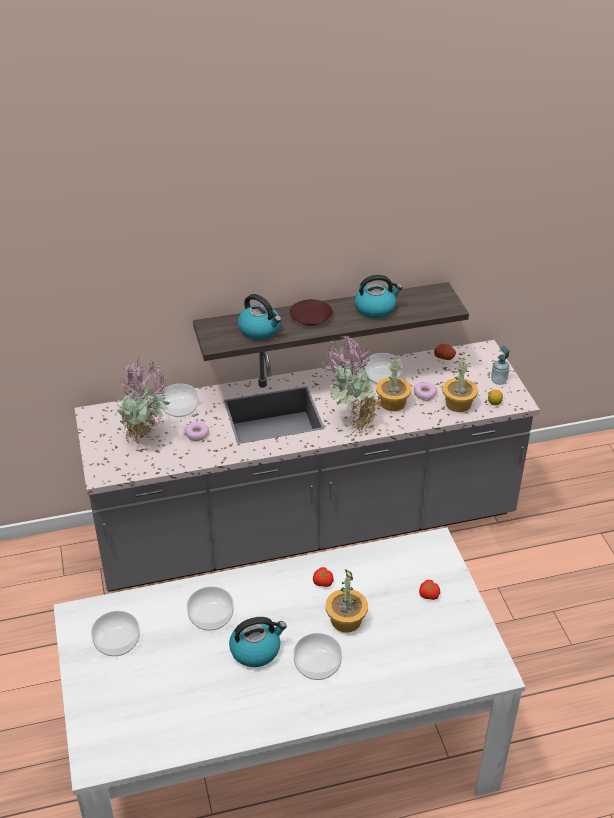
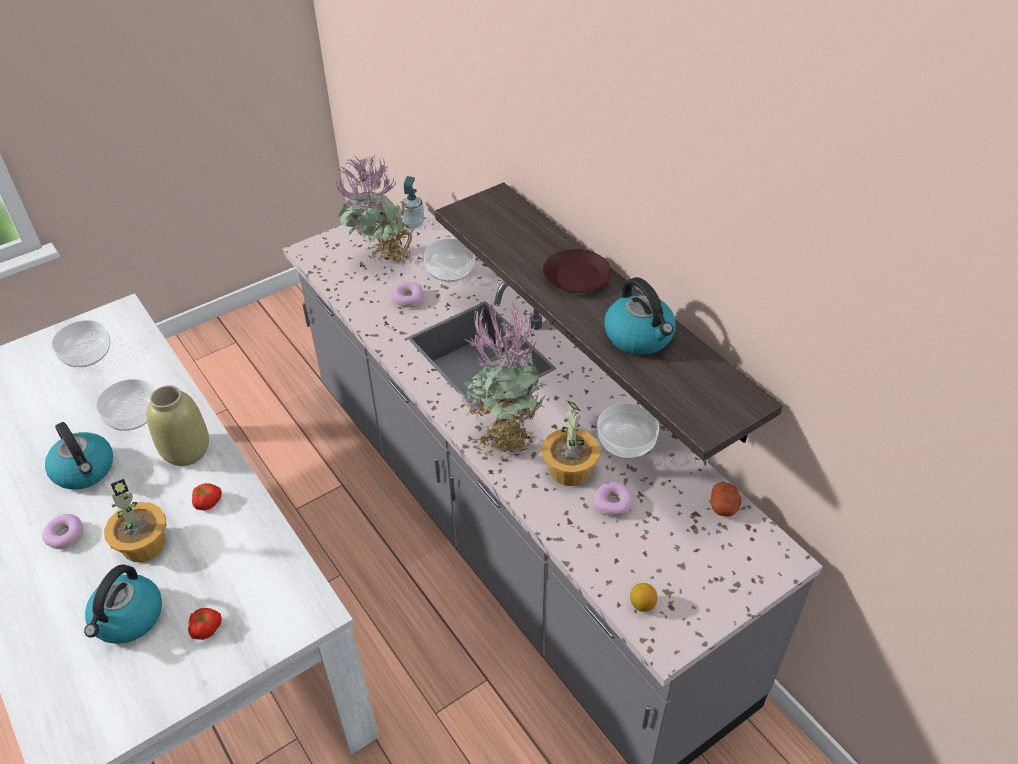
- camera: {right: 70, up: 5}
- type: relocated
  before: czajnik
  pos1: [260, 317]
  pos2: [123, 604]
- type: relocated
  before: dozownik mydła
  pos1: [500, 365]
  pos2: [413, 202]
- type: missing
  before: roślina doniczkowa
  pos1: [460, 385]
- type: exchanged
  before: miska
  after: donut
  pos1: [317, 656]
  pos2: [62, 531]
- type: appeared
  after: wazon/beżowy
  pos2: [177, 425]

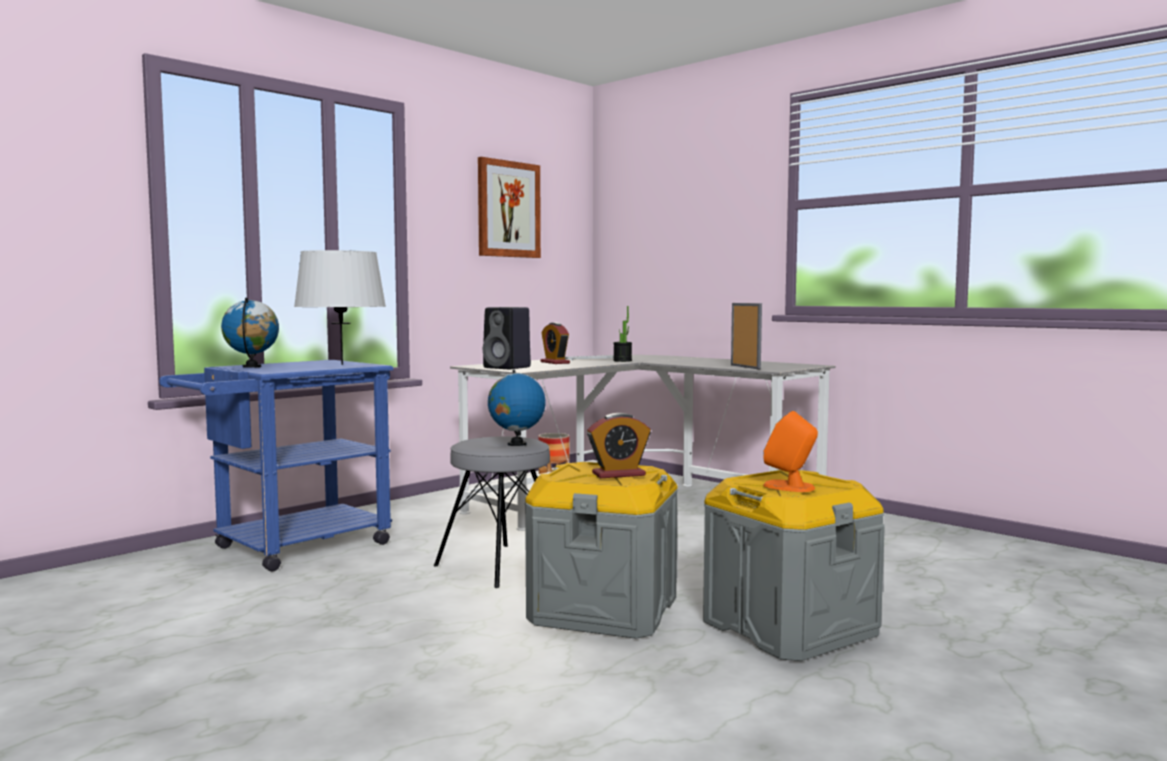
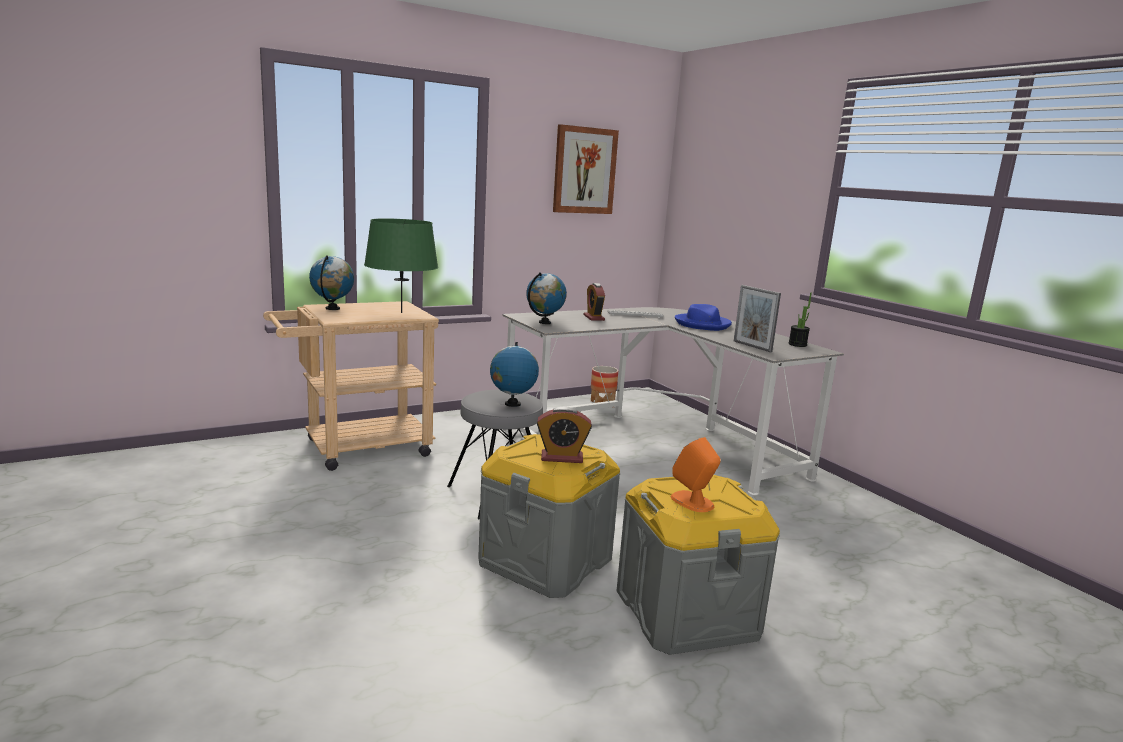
- camera: {right: 15, up: 10}
- type: colour
  before: lampa stołowa/szary
  after: lampa stołowa/zielony
  pos1: [340, 307]
  pos2: [401, 265]
- type: spun
  before: ramka na zdjęcie
  pos1: [746, 336]
  pos2: [757, 318]
  turn: 150
- type: relocated
  before: roślina doniczkowa
  pos1: [623, 334]
  pos2: [800, 320]
- type: exchanged
  before: głośnik/czarny
  after: globus
  pos1: [507, 338]
  pos2: [547, 298]
- type: colour
  before: wózek/niebieski
  after: wózek/beżowy
  pos1: [276, 466]
  pos2: [351, 386]
- type: appeared
  after: kapelusz/niebieski
  pos2: [703, 317]

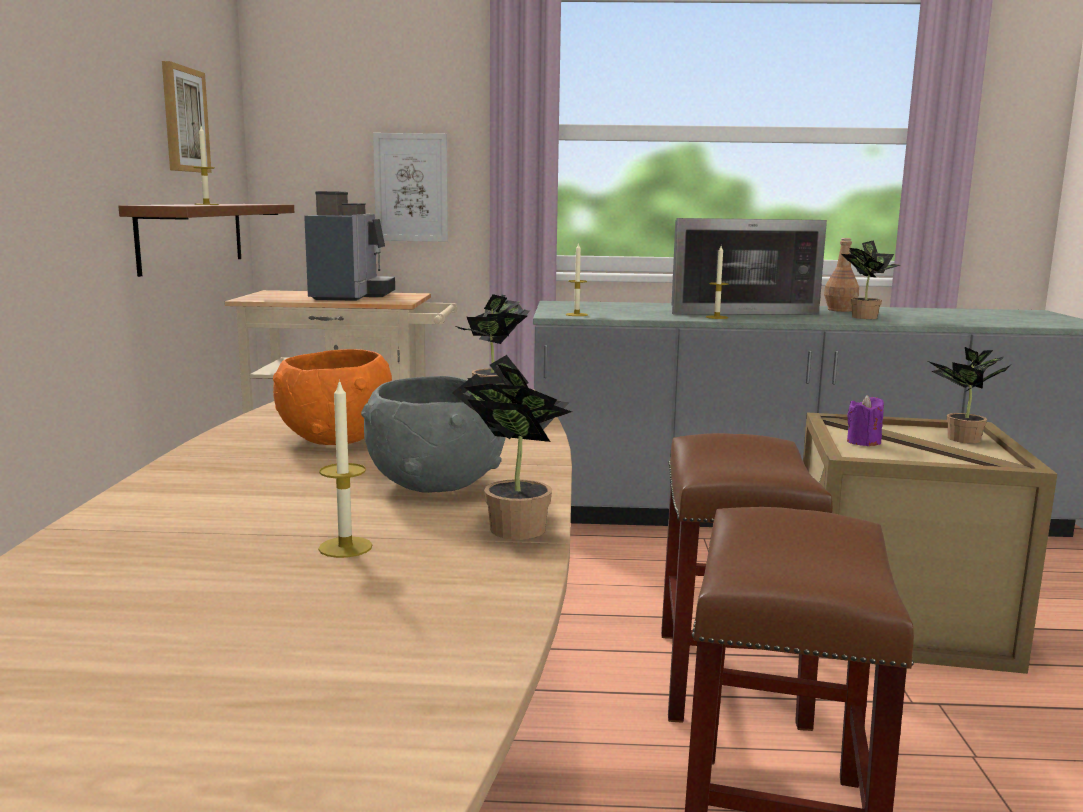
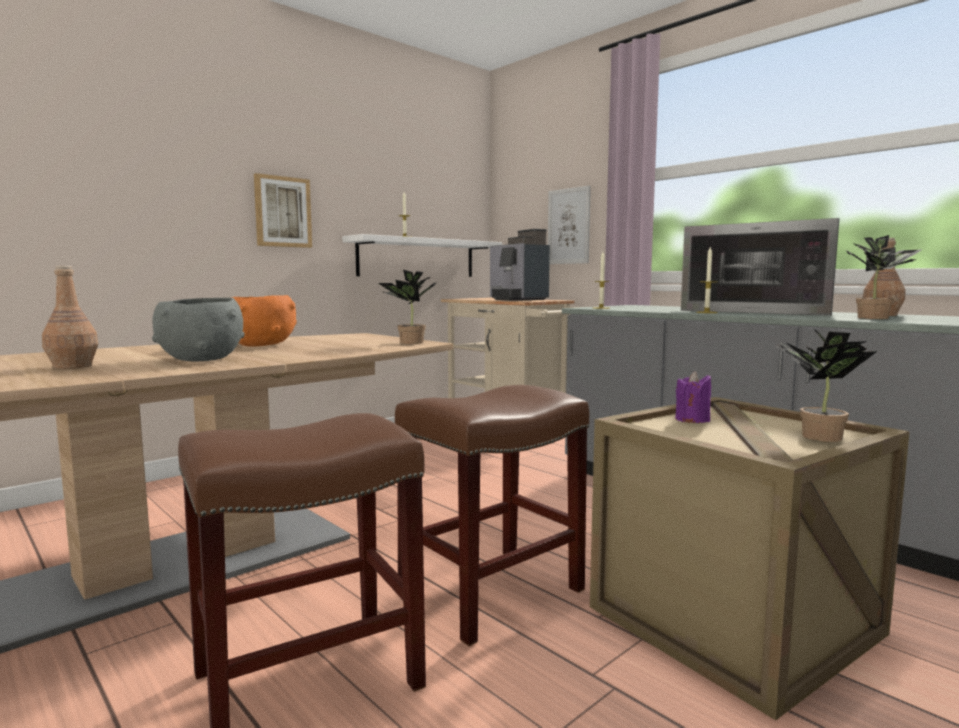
- camera: {right: 45, up: -5}
- type: relocated
  before: obraz
  pos1: [187, 117]
  pos2: [283, 210]
- type: spun
  before: ekspres do kawy
  pos1: [349, 246]
  pos2: [520, 265]
  turn: 105
- type: colour
  before: półka/brązowy
  after: półka/biały
  pos1: [206, 240]
  pos2: [422, 255]
- type: missing
  before: roślina doniczkowa
  pos1: [512, 447]
- type: exchanged
  before: świeca
  after: butelka/brązowy
  pos1: [345, 468]
  pos2: [70, 317]

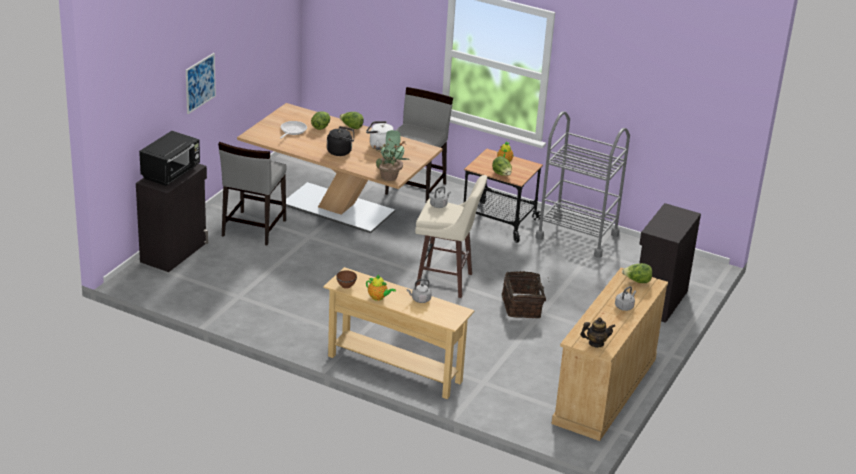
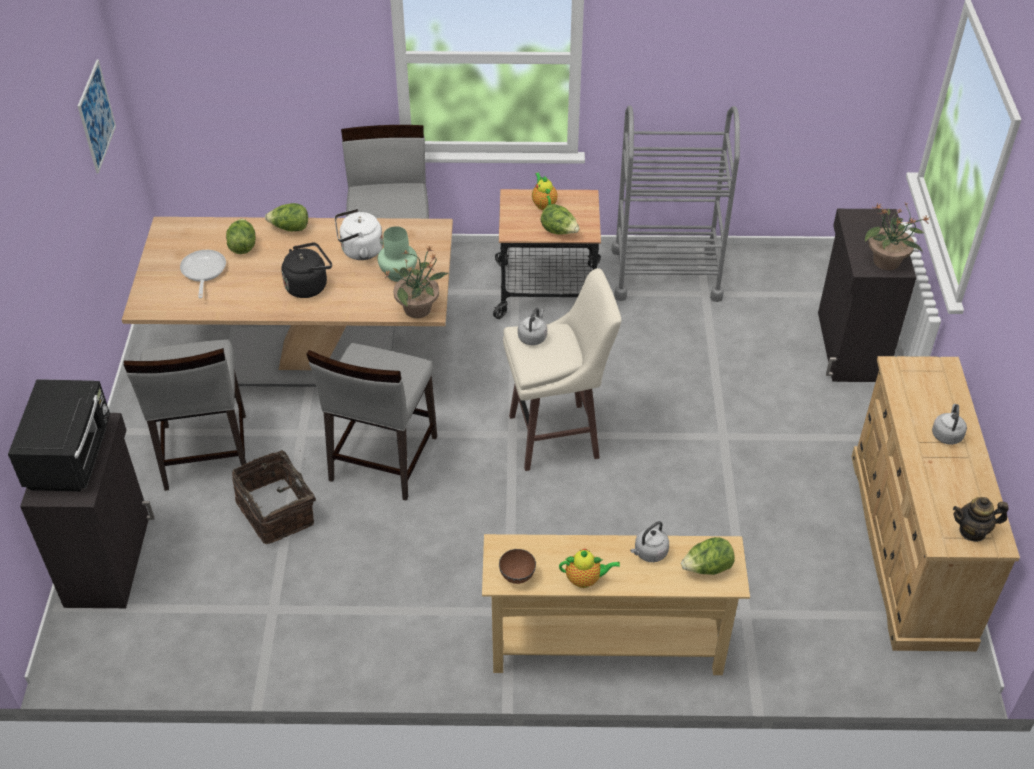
- camera: {right: -25, up: 15}
- type: relocated
  before: obraz
  pos1: [201, 83]
  pos2: [97, 116]
- type: relocated
  before: sałata
  pos1: [637, 273]
  pos2: [708, 556]
- type: relocated
  before: koszyk
  pos1: [524, 294]
  pos2: [274, 497]
- type: spun
  before: imbryk
  pos1: [597, 332]
  pos2: [981, 519]
  turn: -150
- type: appeared
  after: roślina doniczkowa
  pos2: [897, 236]
- type: appeared
  after: krzesło/szary
  pos2: [371, 422]

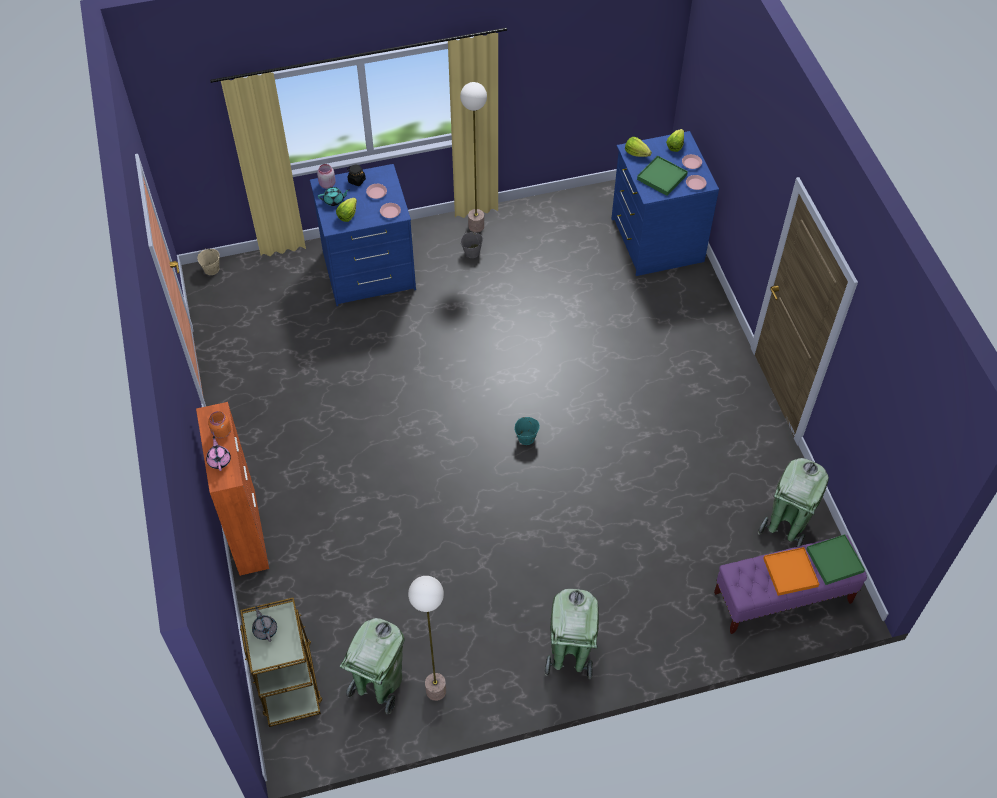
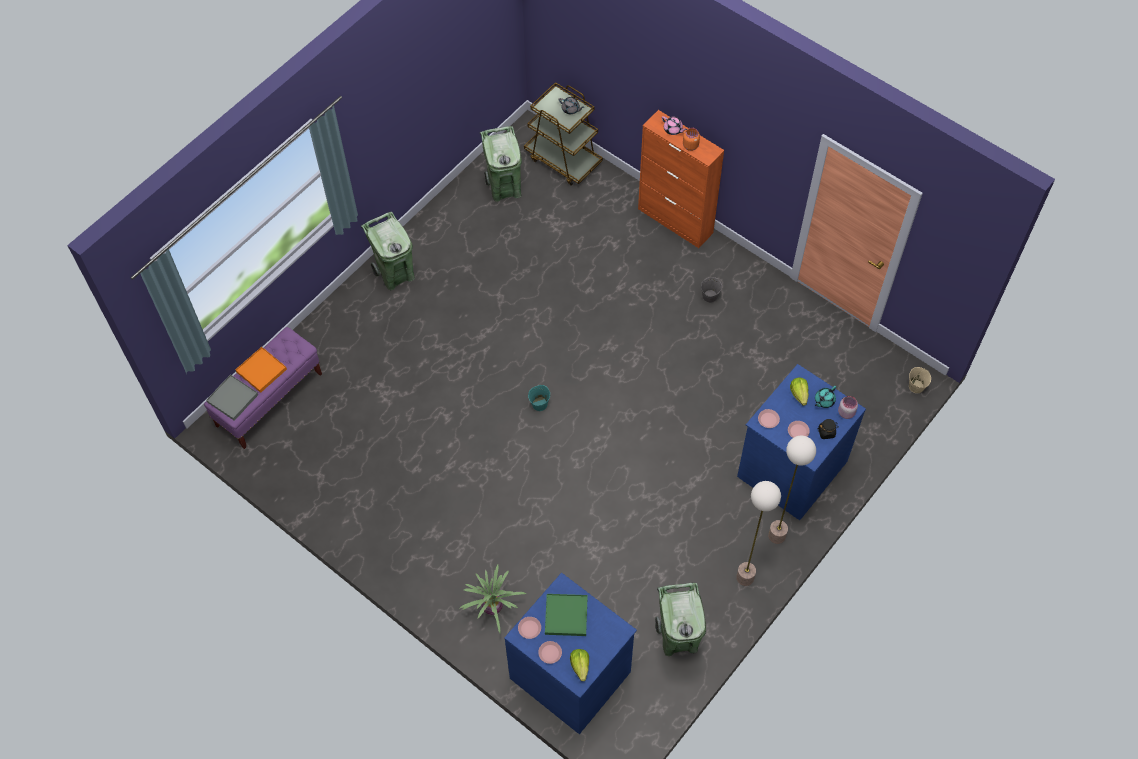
- camera: {right: 145, up: 5}
- type: missing
  before: sałata
  pos1: [638, 147]
- type: relocated
  before: wiadro/szary
  pos1: [471, 244]
  pos2: [711, 290]
- type: relocated
  before: kosz na śmieci/zielony
  pos1: [793, 502]
  pos2: [680, 619]
- type: colour
  before: taca/zielony
  after: taca/szary
  pos1: [835, 559]
  pos2: [232, 397]
- type: relocated
  before: lampa stojąca
  pos1: [427, 638]
  pos2: [792, 490]
- type: appeared
  after: roślina doniczkowa
  pos2: [492, 599]

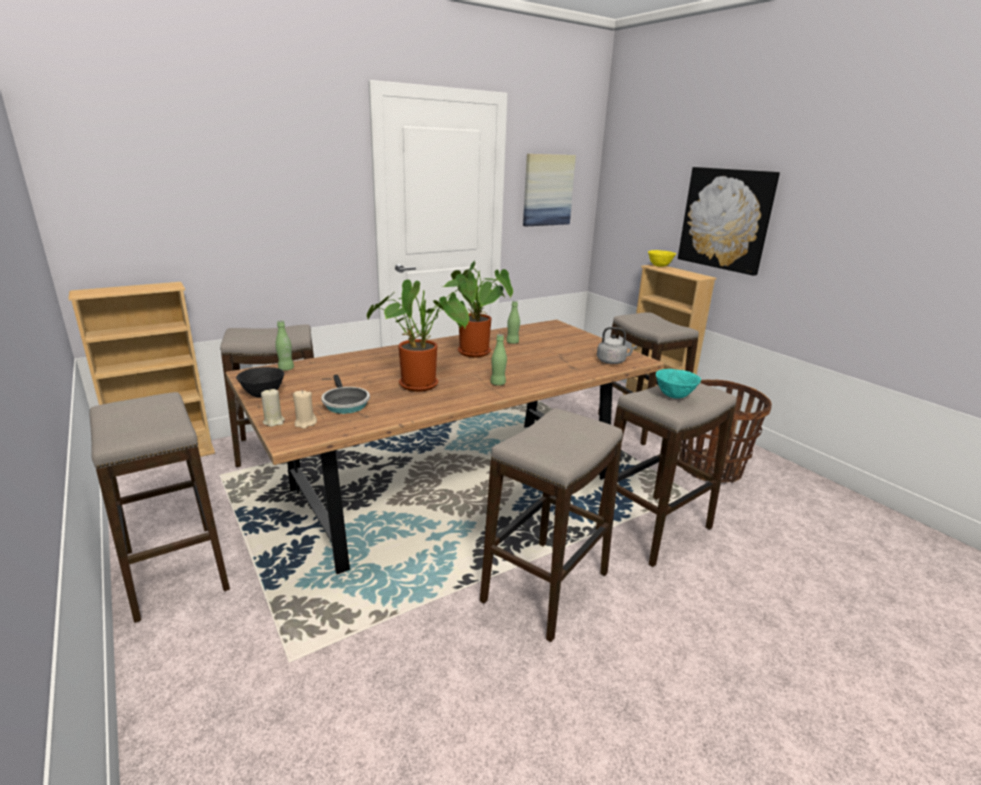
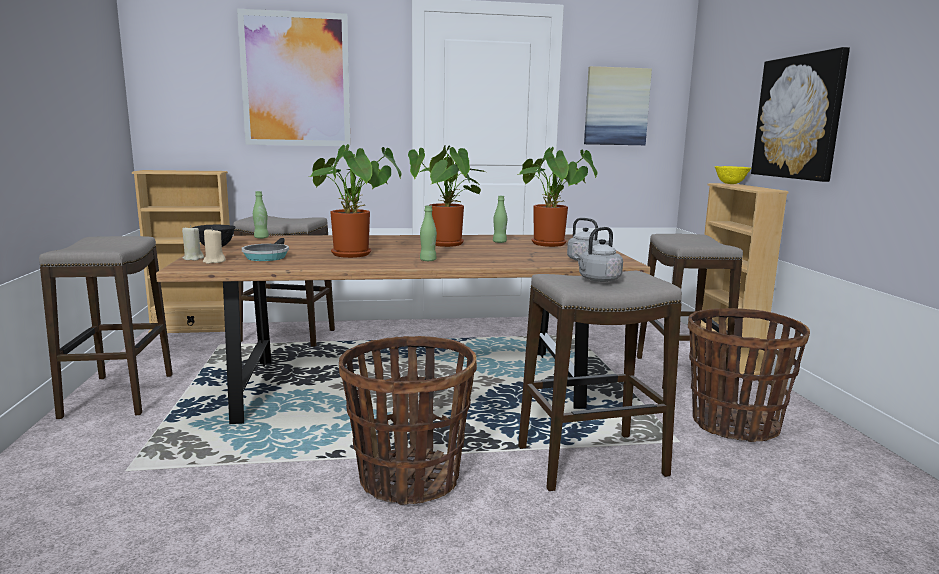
- camera: {right: 25, up: -10}
- type: exchanged
  before: miska/turkusowy
  after: czajnik/szary
  pos1: [678, 384]
  pos2: [598, 254]
- type: exchanged
  before: stołek
  after: koszyk
  pos1: [551, 525]
  pos2: [408, 420]
- type: appeared
  after: obraz
  pos2: [294, 77]
- type: appeared
  after: roślina doniczkowa
  pos2: [557, 197]

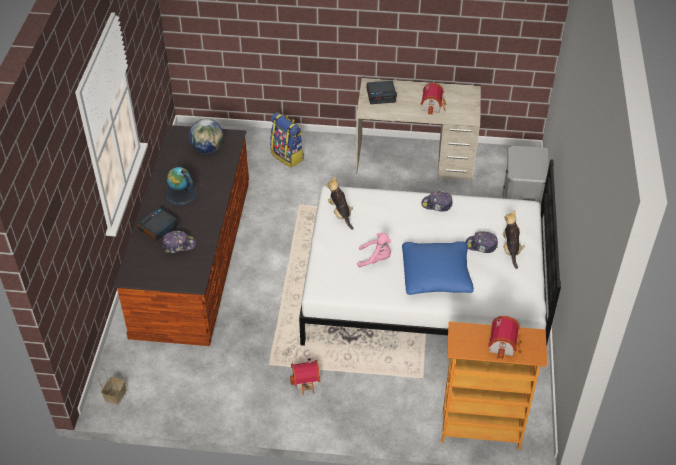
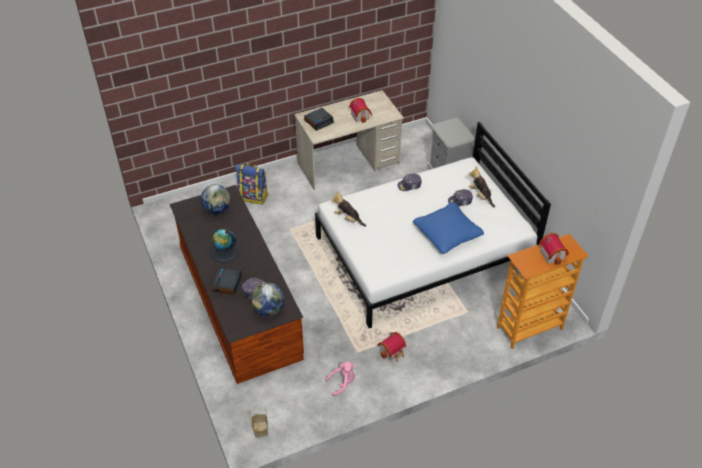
- camera: {right: -30, up: 0}
- type: relocated
  before: pluszak/różowy
  pos1: [374, 250]
  pos2: [340, 379]
- type: appeared
  after: globus
  pos2: [267, 299]

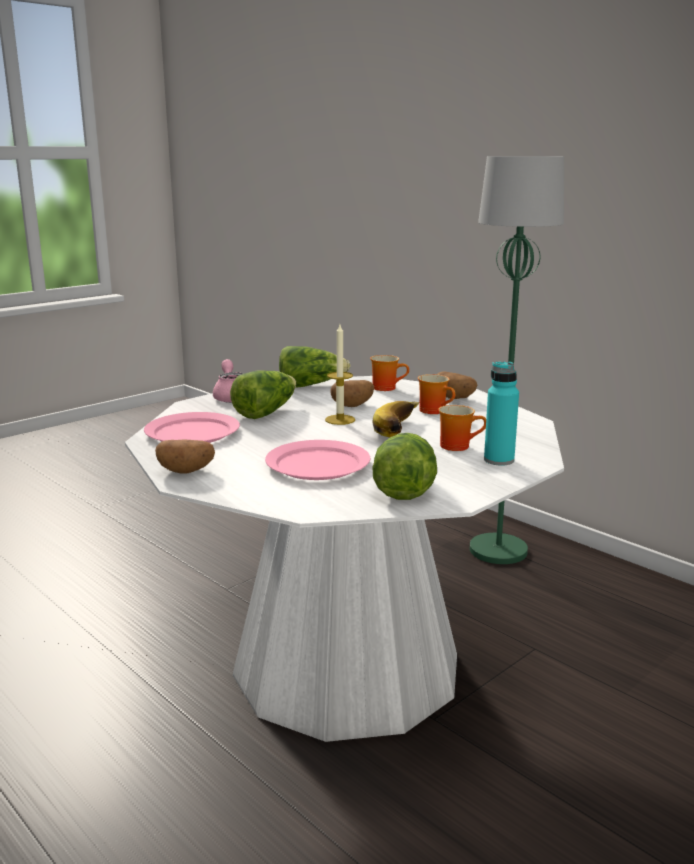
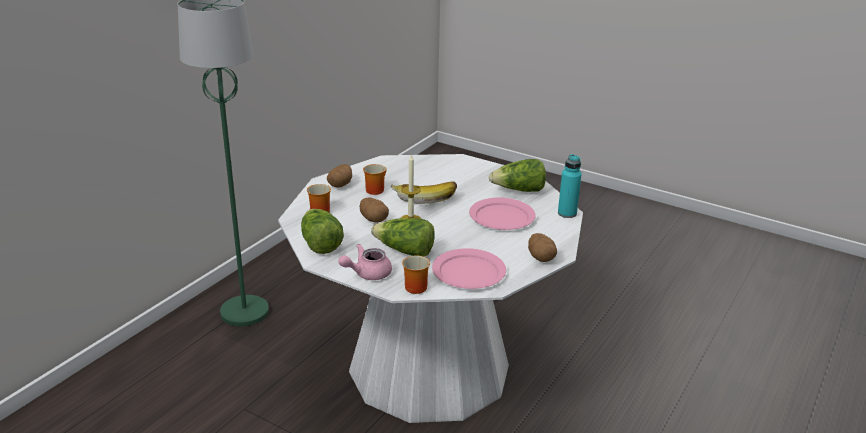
- camera: {right: -105, up: 10}
- type: relocated
  before: butelka/turkusowy
  pos1: [501, 413]
  pos2: [570, 186]
- type: relocated
  before: kubek
  pos1: [462, 428]
  pos2: [416, 275]

